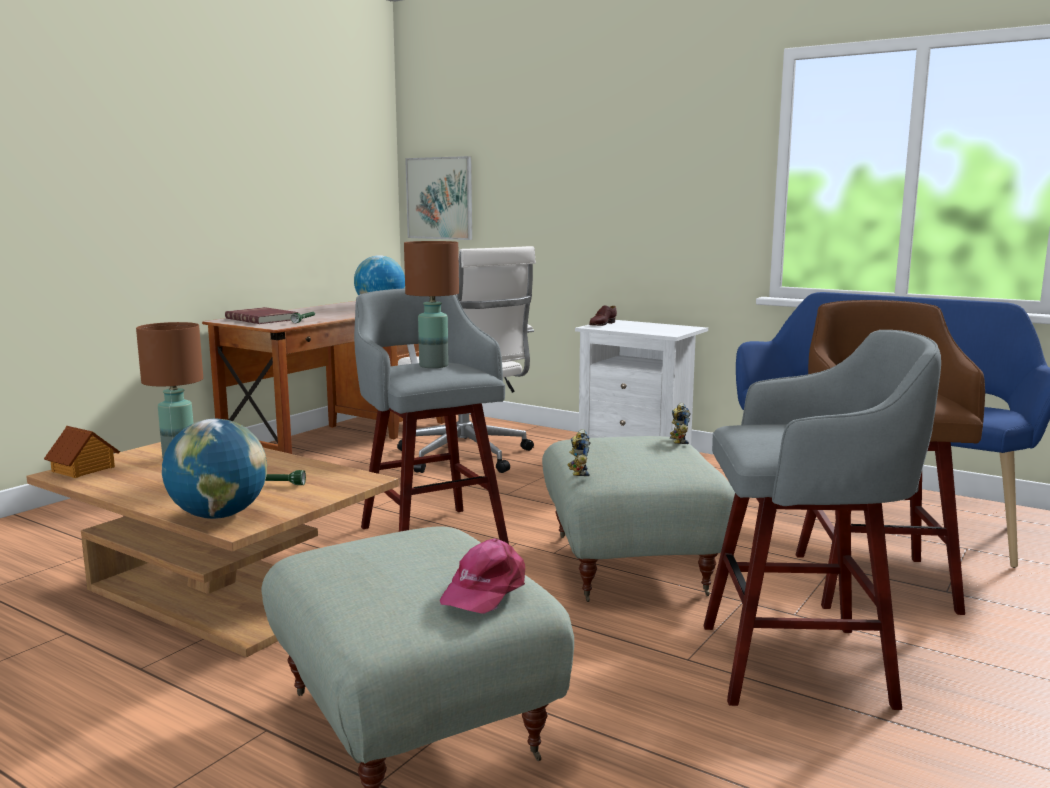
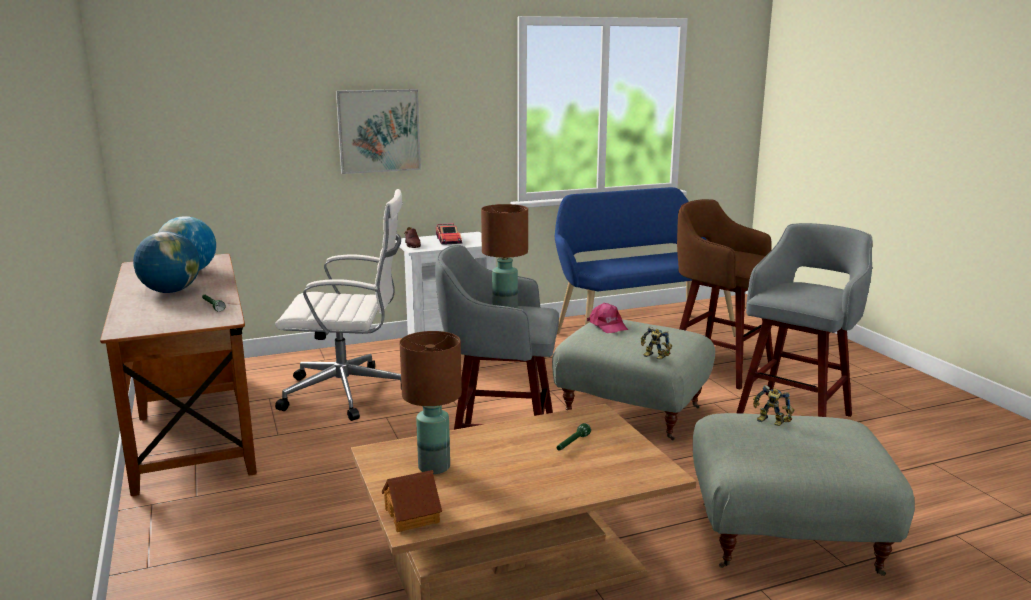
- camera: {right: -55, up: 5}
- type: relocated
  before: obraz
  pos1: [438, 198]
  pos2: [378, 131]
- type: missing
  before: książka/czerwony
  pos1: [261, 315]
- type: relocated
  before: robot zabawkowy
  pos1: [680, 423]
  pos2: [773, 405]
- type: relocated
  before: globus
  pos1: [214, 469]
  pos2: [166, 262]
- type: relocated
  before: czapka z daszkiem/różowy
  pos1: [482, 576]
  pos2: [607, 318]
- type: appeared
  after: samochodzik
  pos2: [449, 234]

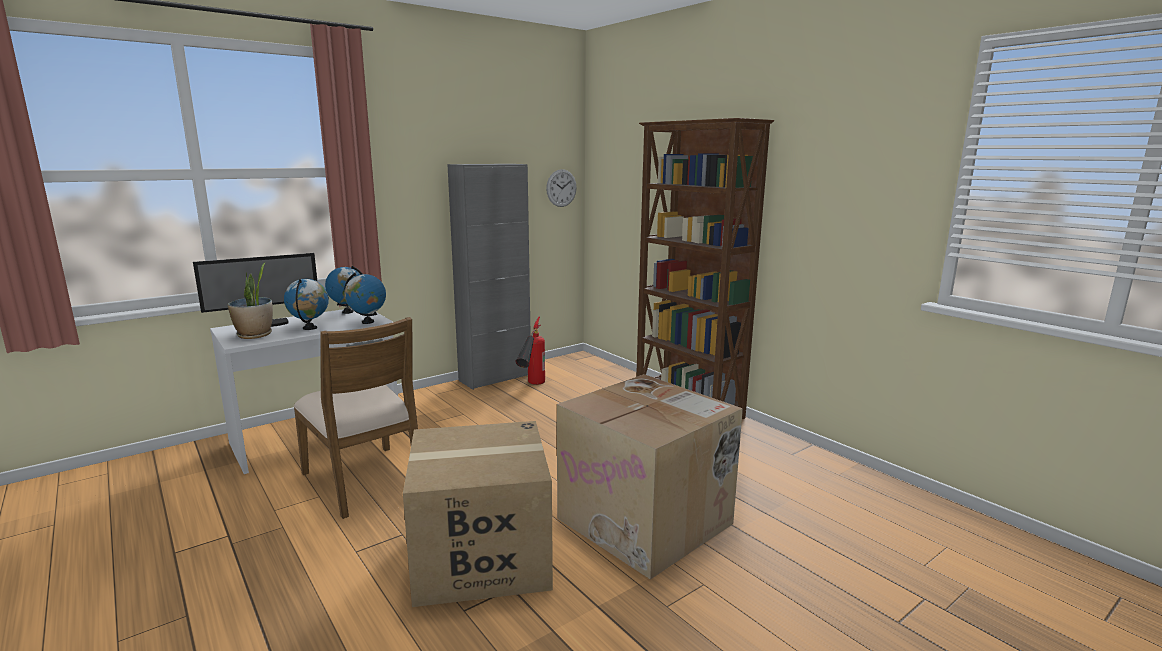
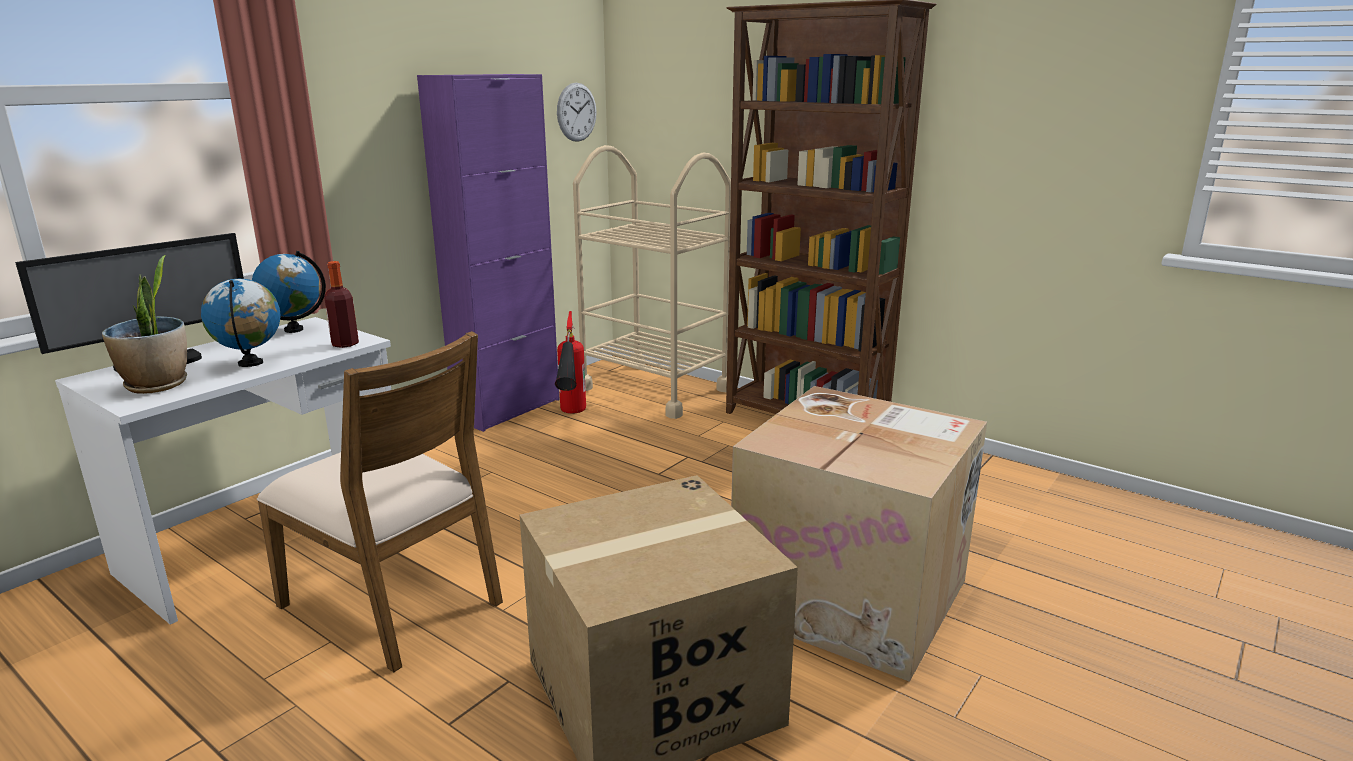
- camera: {right: -15, up: 5}
- type: colour
  before: szafka/szary
  after: szafka/fioletowy
  pos1: [489, 277]
  pos2: [488, 253]
- type: exchanged
  before: globus
  after: butelka
  pos1: [365, 298]
  pos2: [341, 304]
- type: appeared
  after: wózek/beżowy
  pos2: [652, 282]

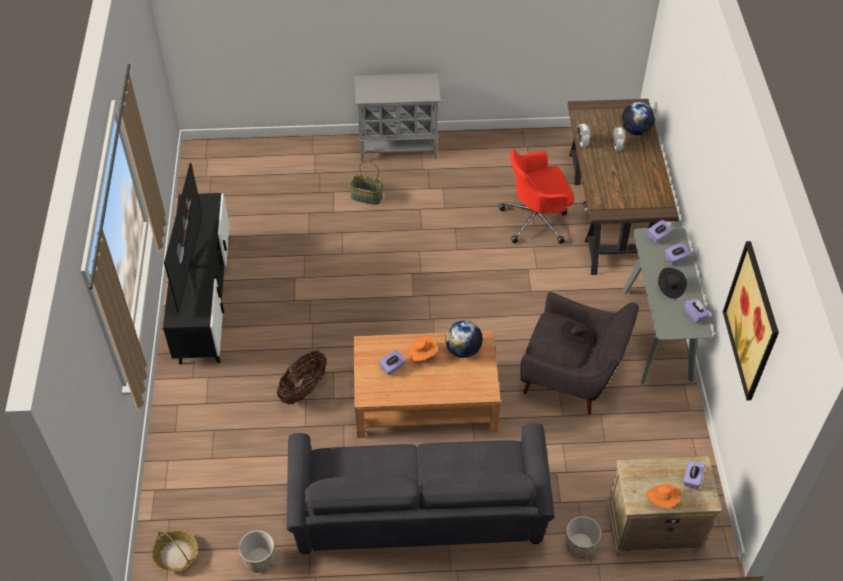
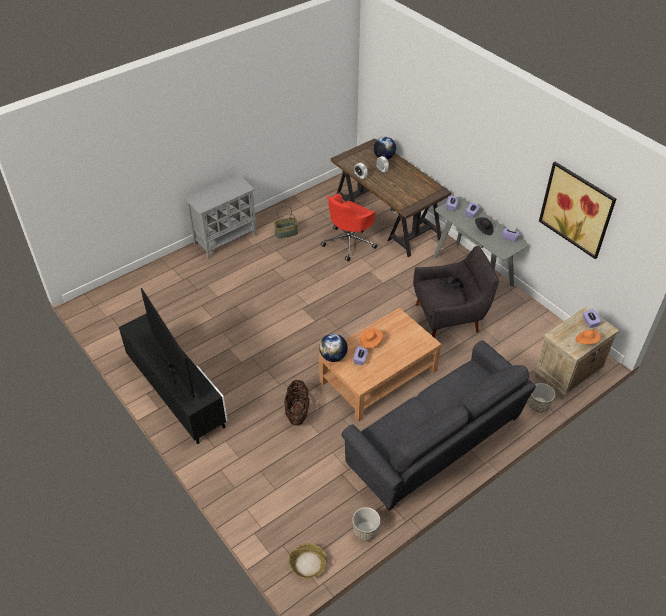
- camera: {right: -35, up: -5}
- type: relocated
  before: koszyk
  pos1: [366, 183]
  pos2: [286, 222]
- type: relocated
  before: globus
  pos1: [464, 339]
  pos2: [333, 348]

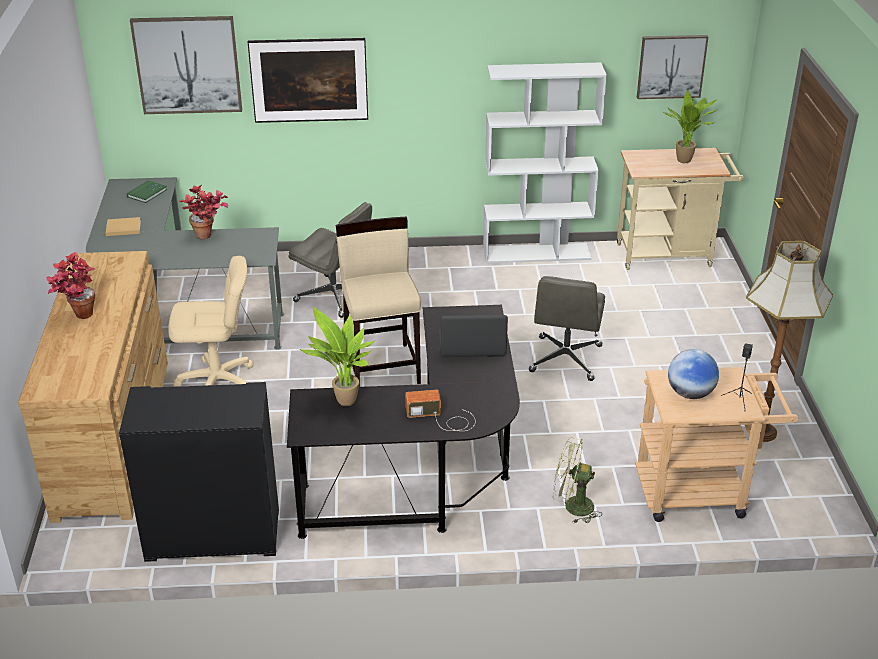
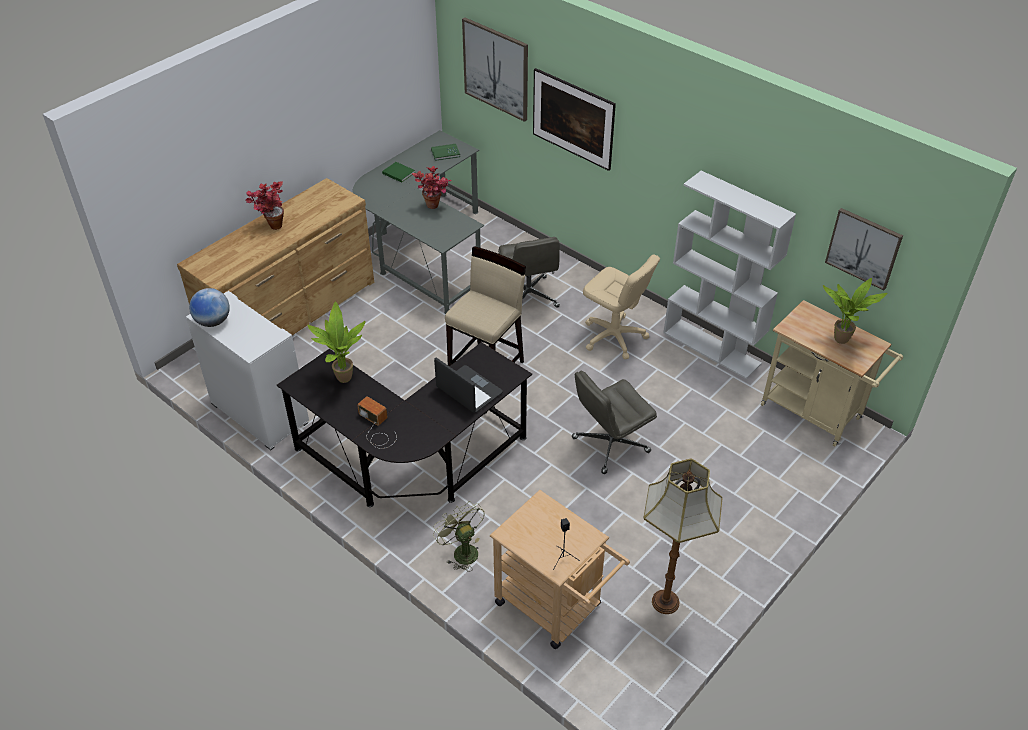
- camera: {right: 45, up: 10}
- type: colour
  before: książka/beżowy
  after: książka/zielony
  pos1: [123, 226]
  pos2: [398, 172]
- type: relocated
  before: krzesło biurowe/beżowy
  pos1: [211, 321]
  pos2: [621, 306]
- type: relocated
  before: globus
  pos1: [693, 374]
  pos2: [209, 307]
- type: colour
  before: szafka/czarny
  after: szafka/biały
  pos1: [199, 472]
  pos2: [247, 370]

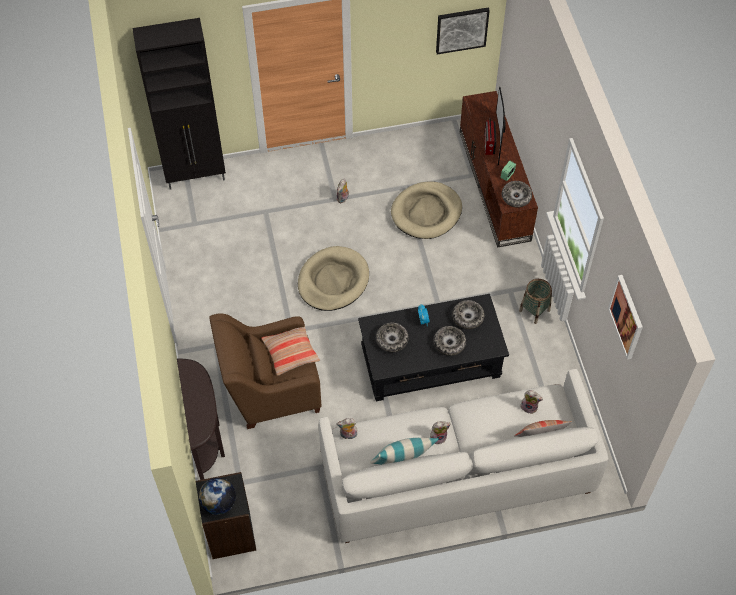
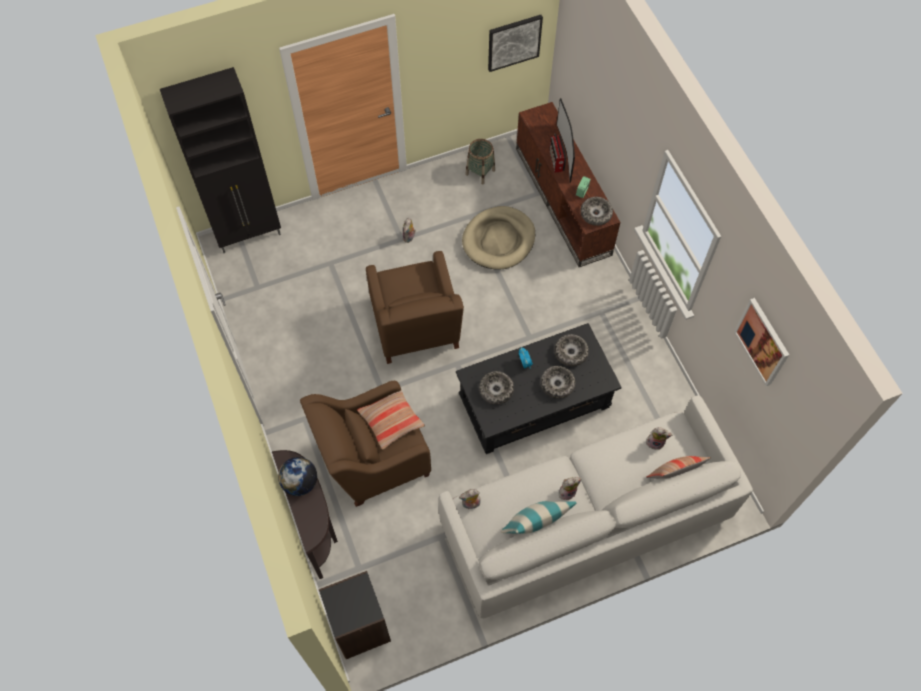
- camera: {right: -10, up: 5}
- type: exchanged
  before: legowisko/beżowy
  after: fotel/brązowy
  pos1: [333, 278]
  pos2: [415, 307]
- type: relocated
  before: koszyk
  pos1: [535, 301]
  pos2: [480, 162]
- type: relocated
  before: globus
  pos1: [217, 496]
  pos2: [297, 476]

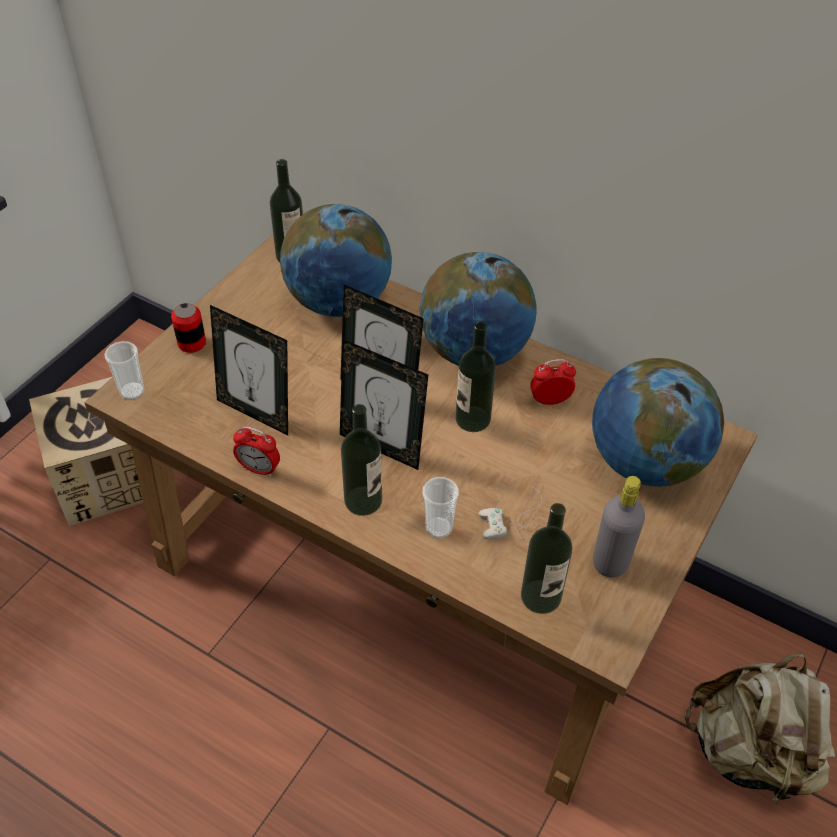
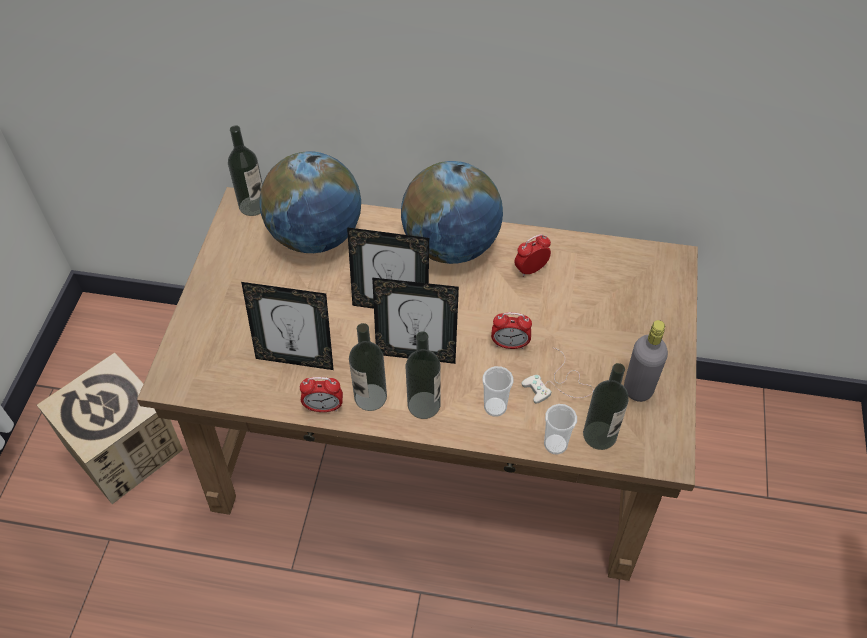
- camera: {right: -20, up: 5}
- type: missing
  before: puszka
  pos1: [188, 328]
- type: relocated
  before: butelka
  pos1: [475, 377]
  pos2: [368, 367]
- type: relocated
  before: filiżanka
  pos1: [124, 370]
  pos2: [560, 429]
- type: missing
  before: globus
  pos1: [658, 422]
- type: missing
  before: plecak/beżowy
  pos1: [760, 730]
- type: appeared
  after: budzik
  pos2: [511, 330]

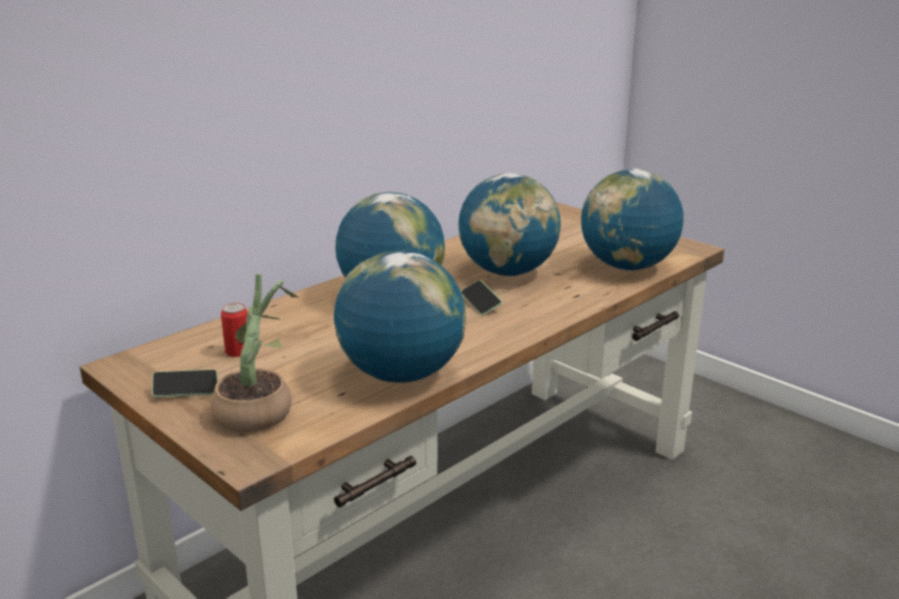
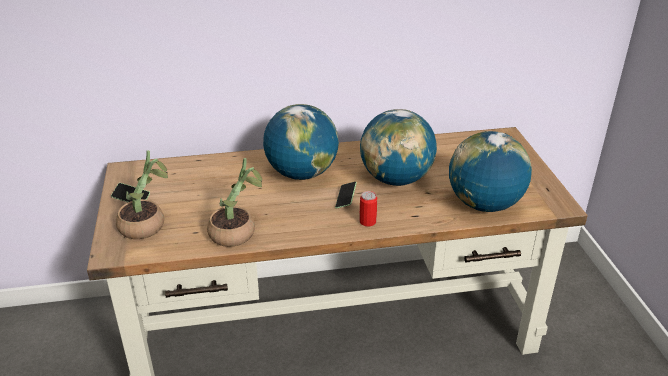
- camera: {right: 35, up: 10}
- type: exchanged
  before: globus
  after: roślina doniczkowa
  pos1: [400, 316]
  pos2: [235, 202]
- type: relocated
  before: puszka
  pos1: [234, 330]
  pos2: [368, 209]

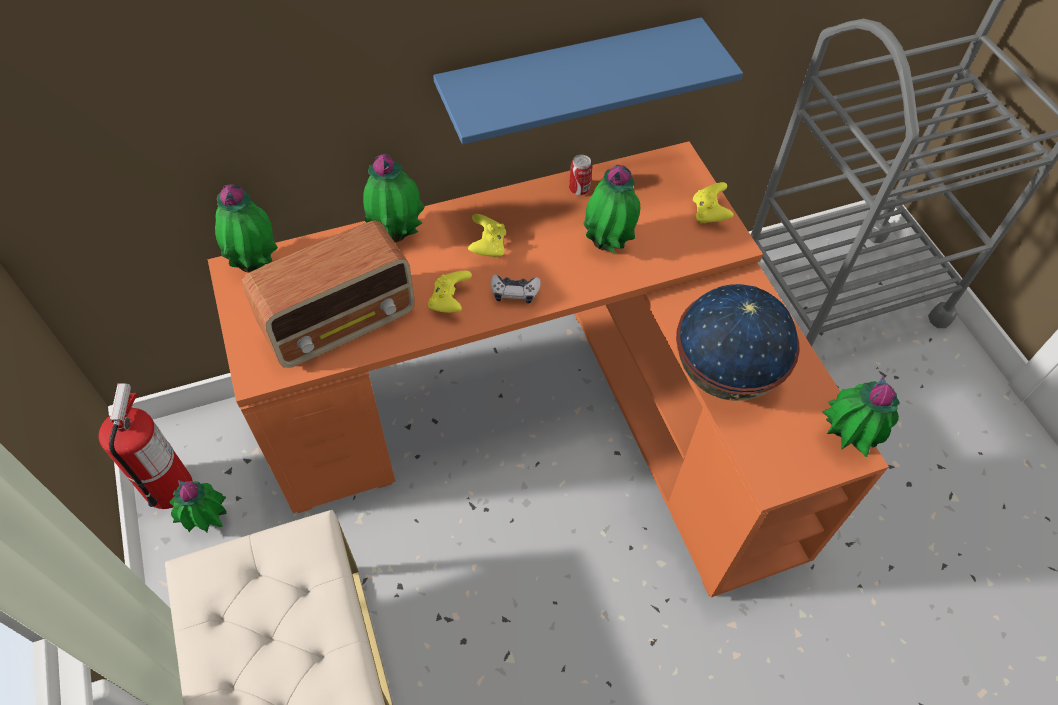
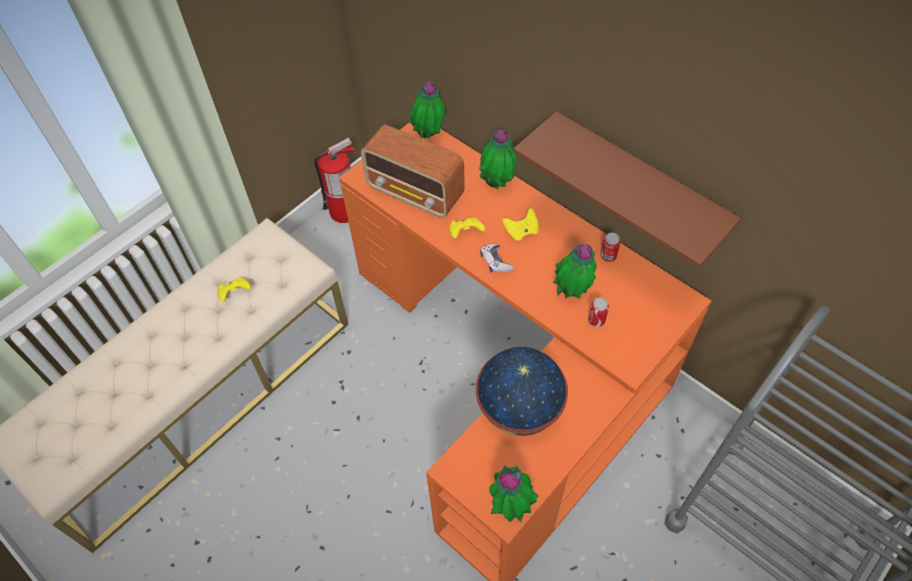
- camera: {right: 65, up: 0}
- type: colour
  before: półka/niebieski
  after: półka/brązowy
  pos1: [588, 80]
  pos2: [627, 189]
- type: relocated
  before: pad do gier/żółty
  pos1: [713, 203]
  pos2: [234, 289]
- type: missing
  before: roślina doniczkowa
  pos1: [198, 506]
- type: appeared
  after: puszka
  pos2: [598, 312]

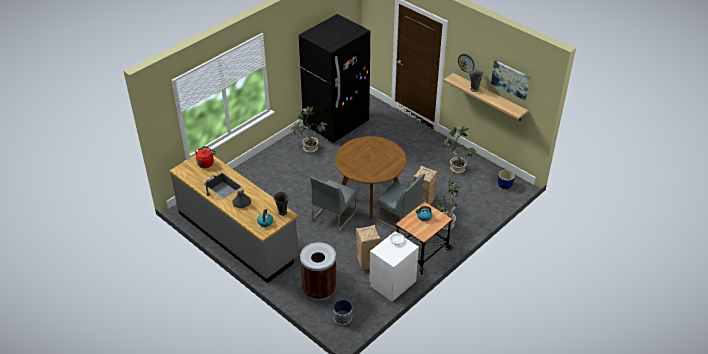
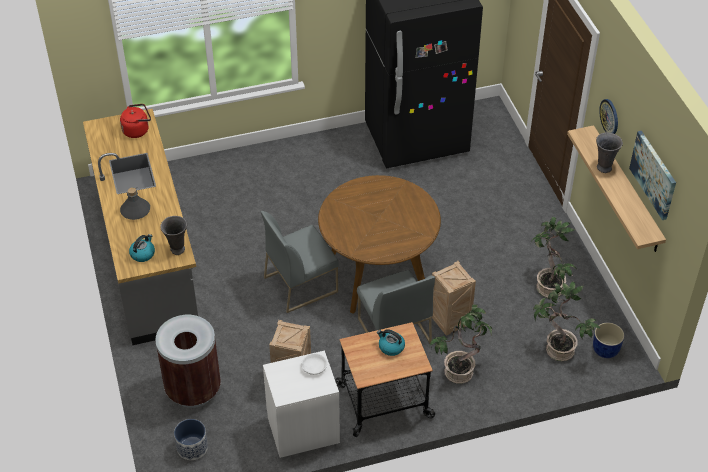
- camera: {right: 30, up: 5}
- type: relocated
  before: roślina doniczkowa
  pos1: [310, 129]
  pos2: [567, 321]

